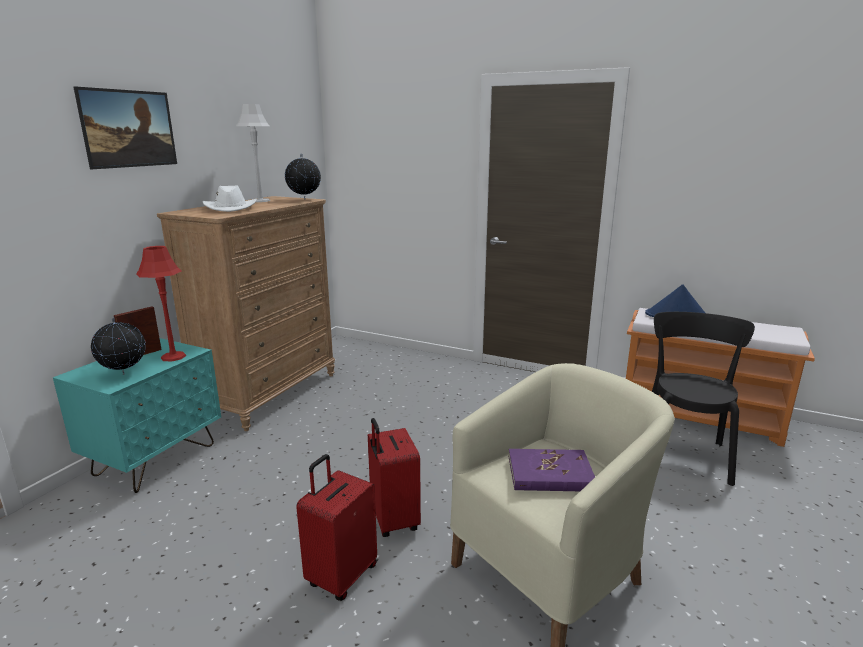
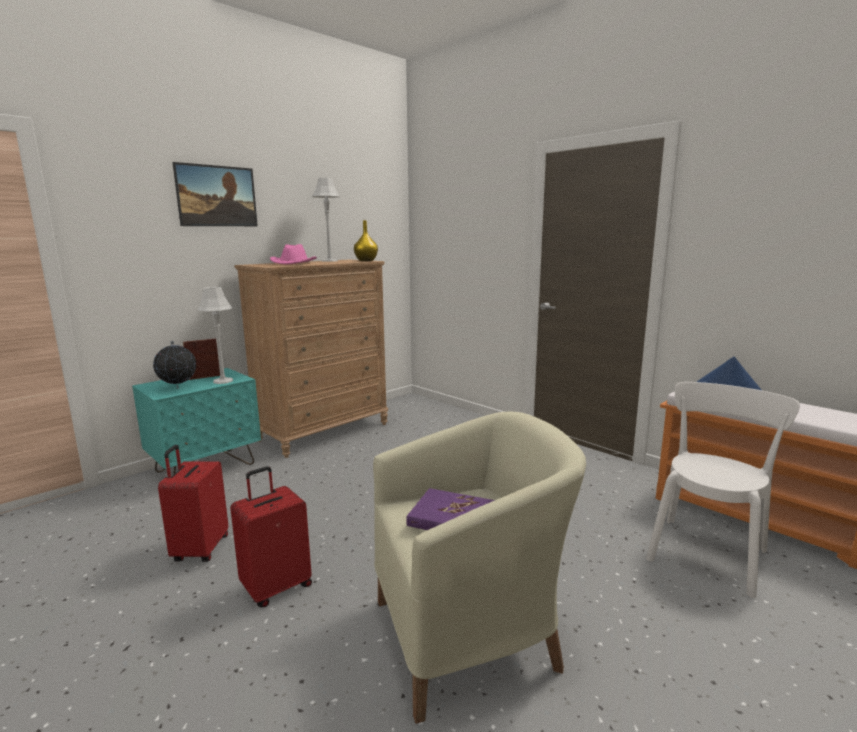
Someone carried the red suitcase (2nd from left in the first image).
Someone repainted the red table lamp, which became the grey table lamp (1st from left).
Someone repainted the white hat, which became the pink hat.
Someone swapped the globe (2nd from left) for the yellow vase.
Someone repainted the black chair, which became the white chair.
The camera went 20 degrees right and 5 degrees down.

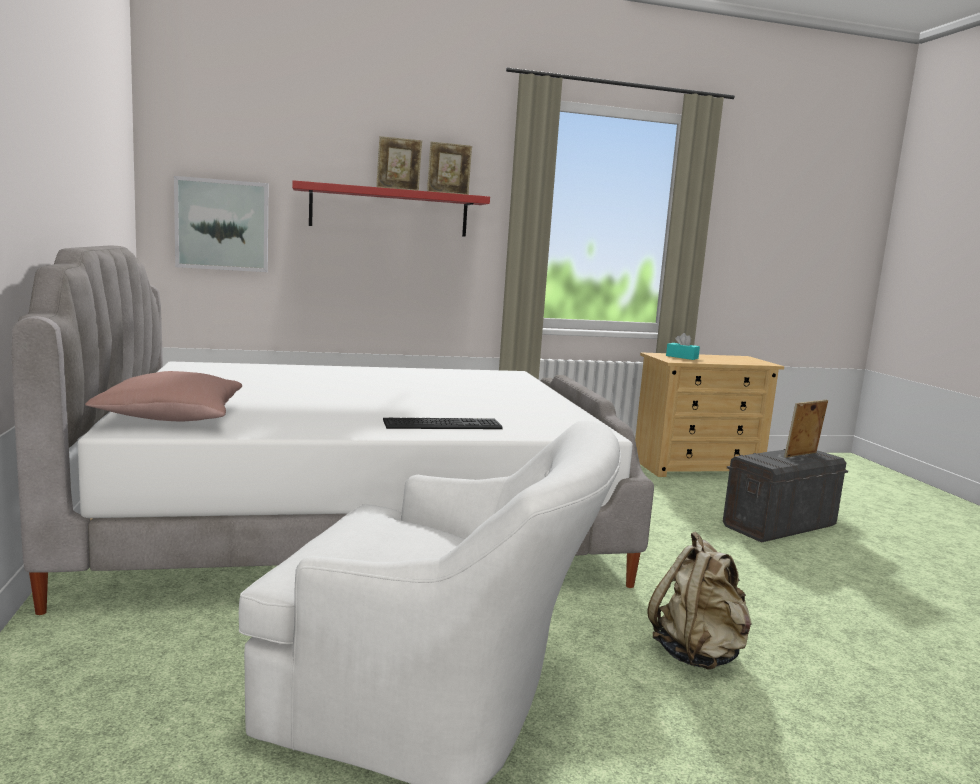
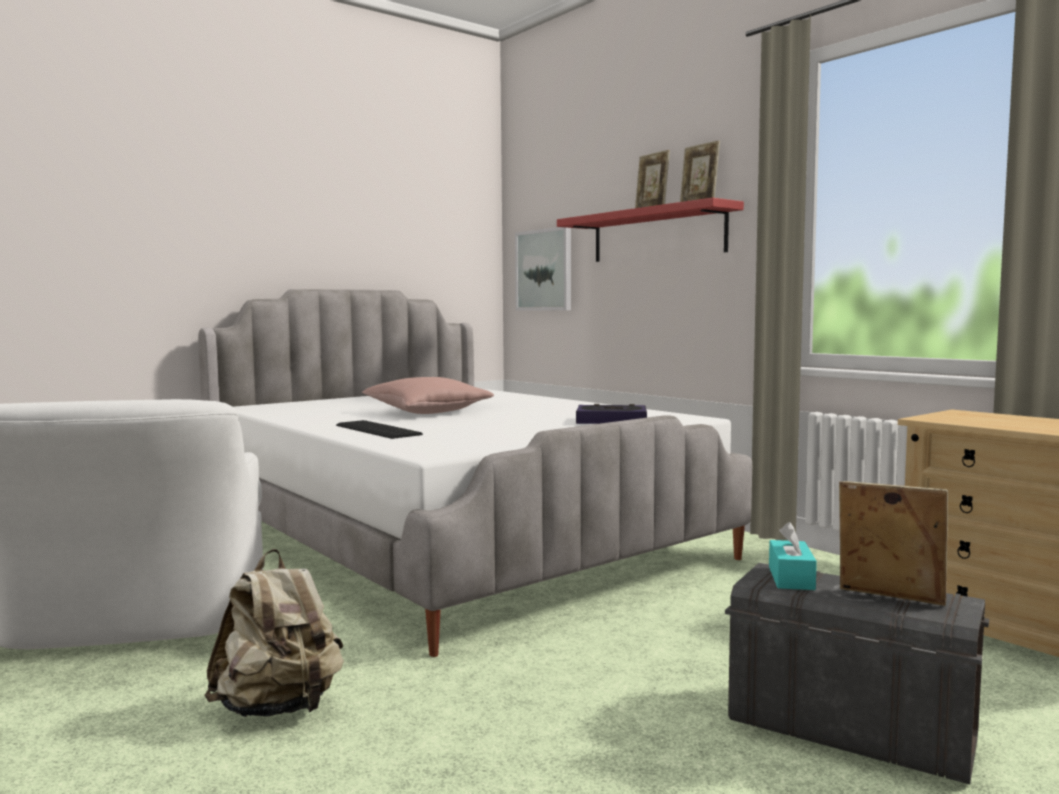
Someone carried the pink pillow.
Someone put down the book.
Someone carried the turquoise tissue box.
The camera went 65 degrees right and 5 degrees down.

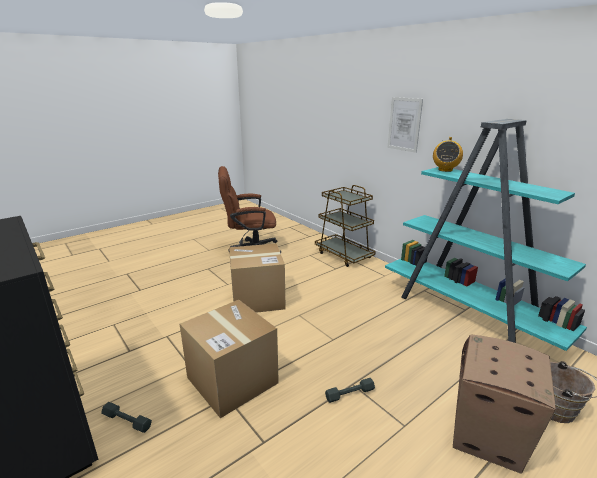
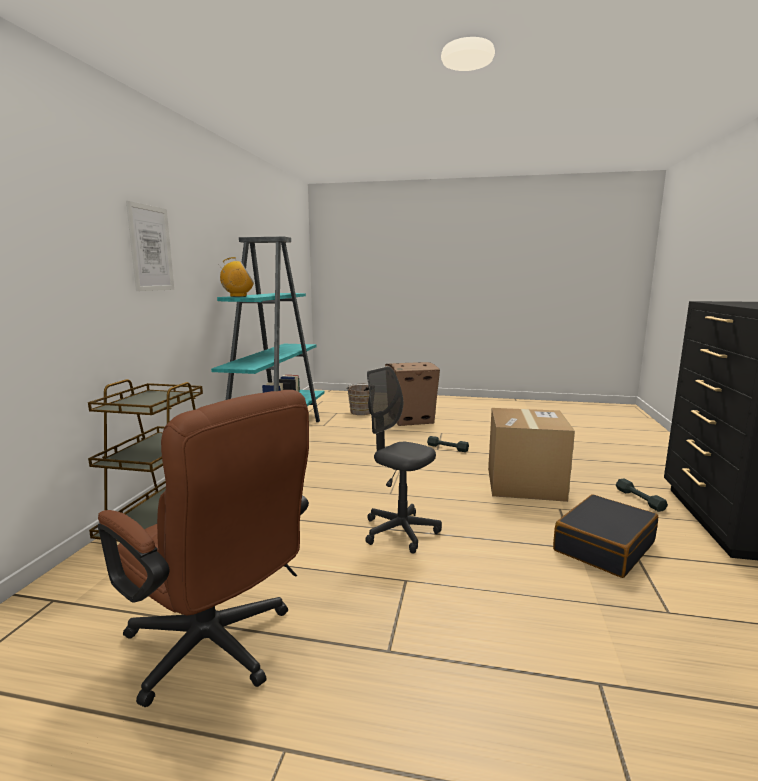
Someone swapped the cardboard box (2nd from left) for the grey office chair.
Someone put down the black suitcase.
The camera went 130 degrees left and 10 degrees down.

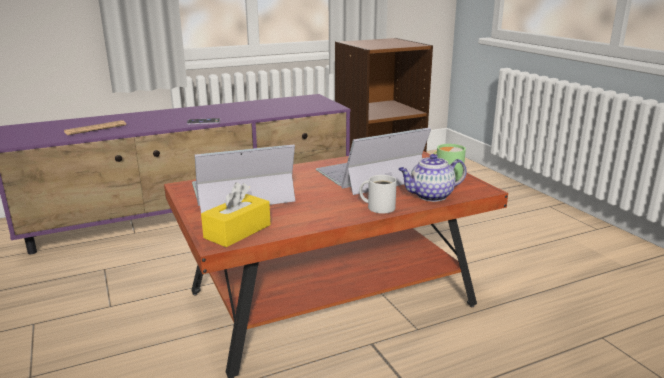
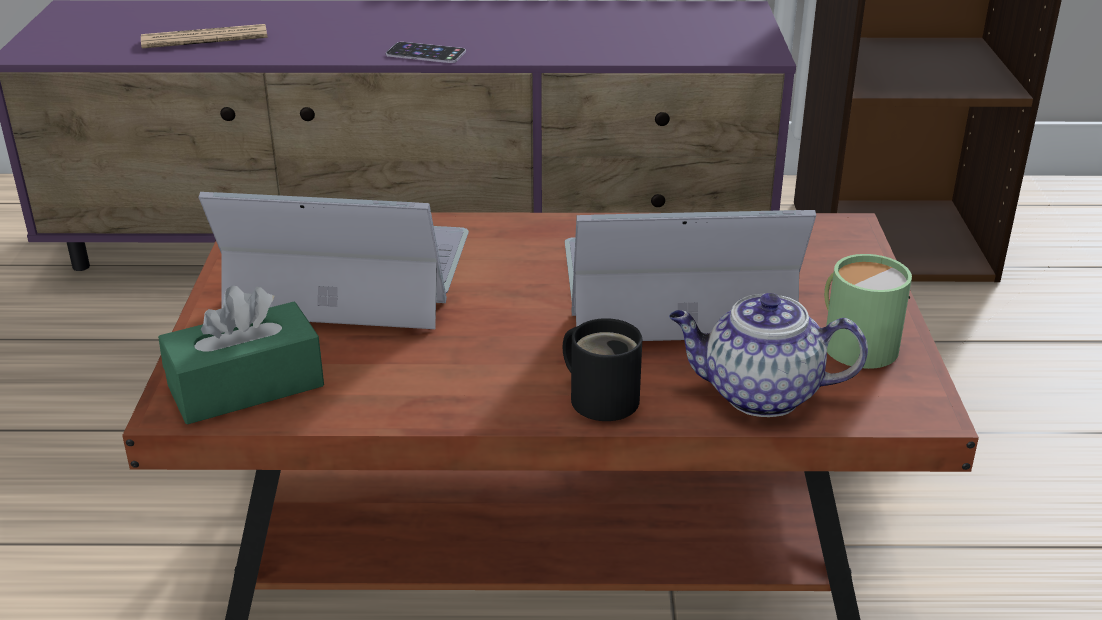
Someone repainted the yellow tissue box, which became the green tissue box.
Someone repainted the white mug, which became the black mug.
The camera went 25 degrees right and 10 degrees up.

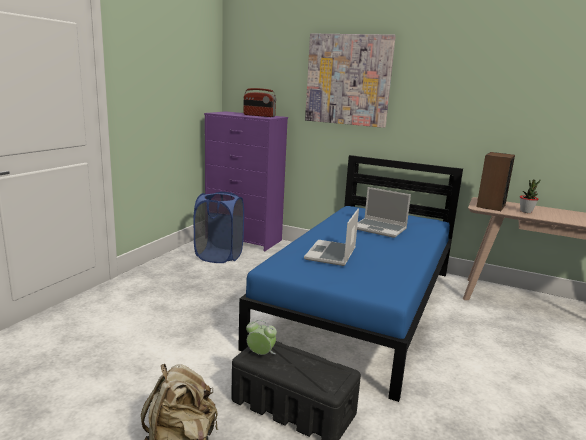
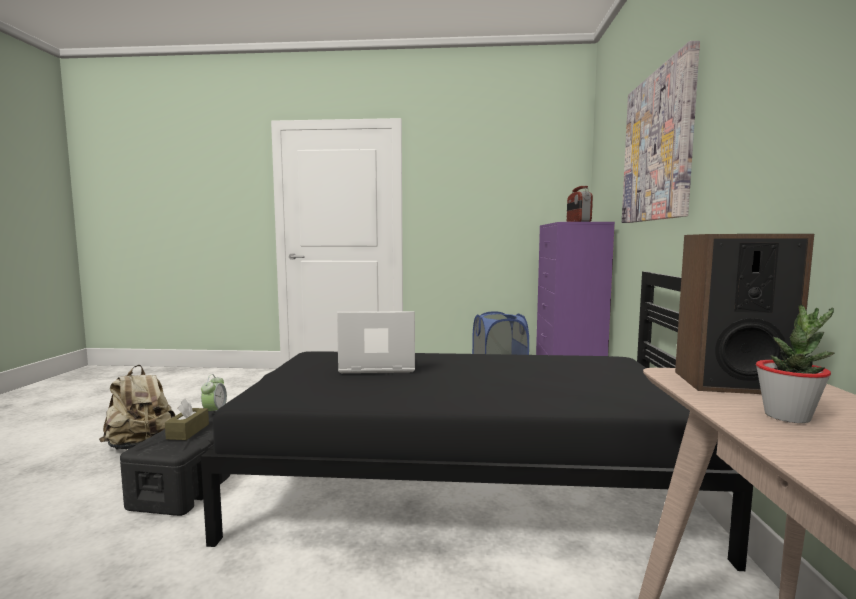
Someone put down the brown tissue box.
Someone repainted the blue bed, which became the black bed.
Someone took away the laptop (2nd from left).
The camera went 70 degrees right and 10 degrees down.

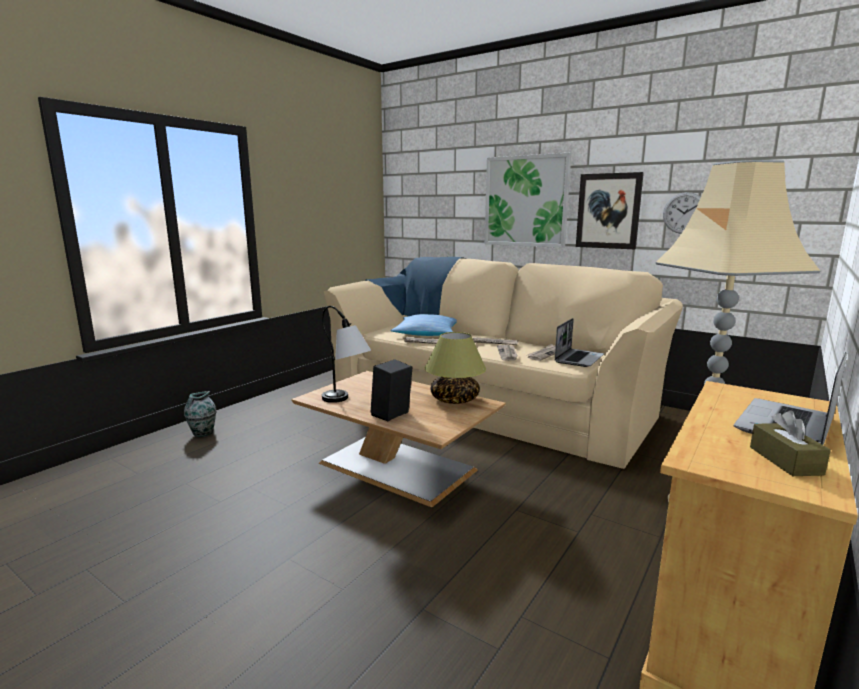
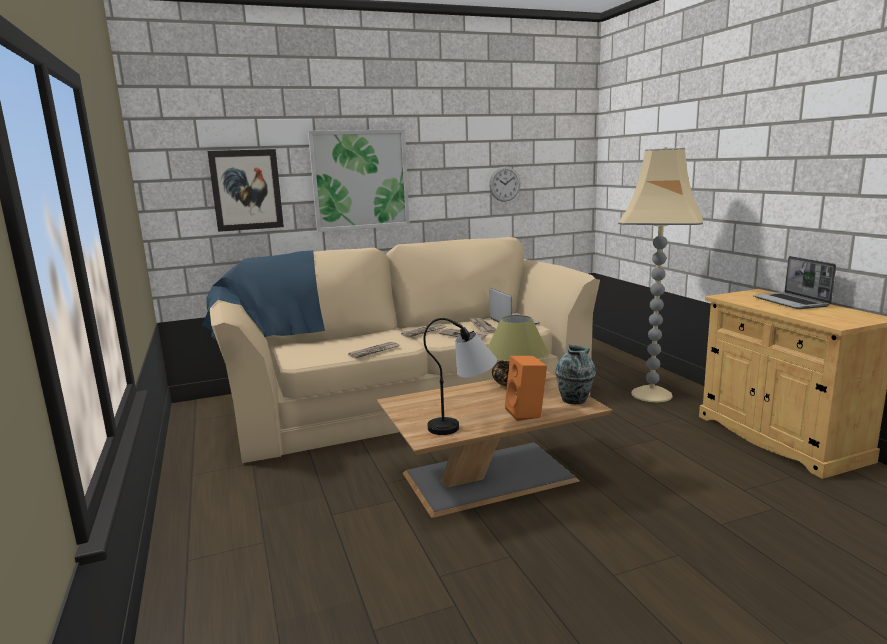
Someone carried the picture (2nd from left in the first image).
Someone repainted the black speaker, which became the orange speaker.
Someone carried the vase.
Someone took away the pillow.
Someone took away the brown tissue box.
The camera went 55 degrees left and 0 degrees up.

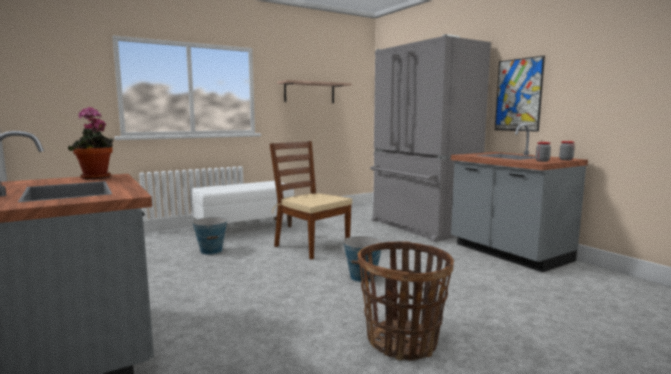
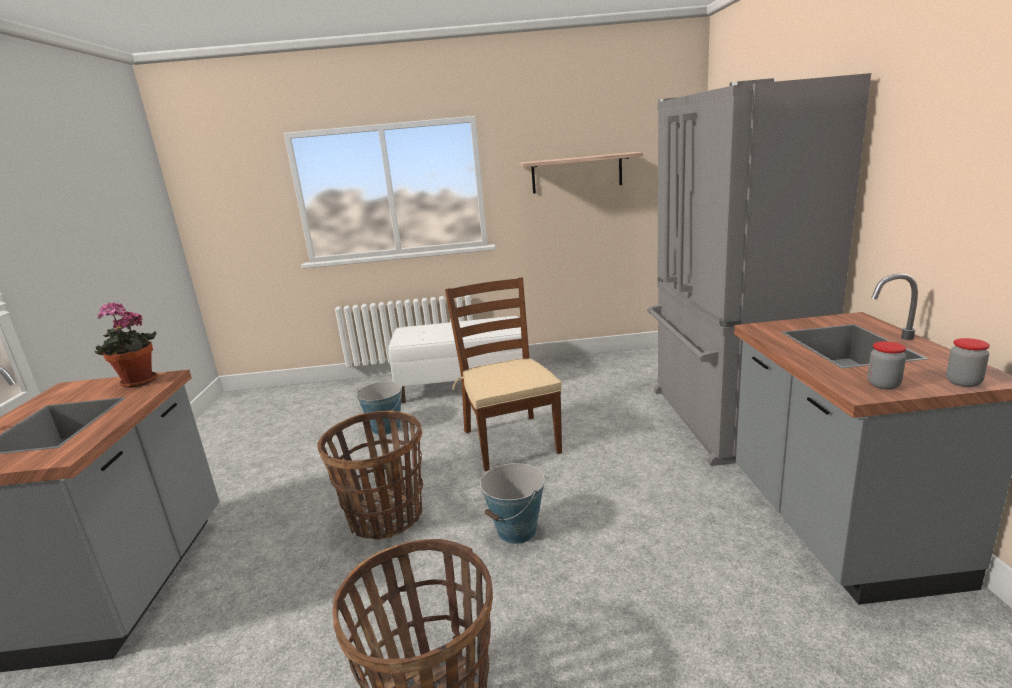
Someone put down the basket (1st from left).
Someone took away the picture.
The camera went 30 degrees right and 10 degrees up.

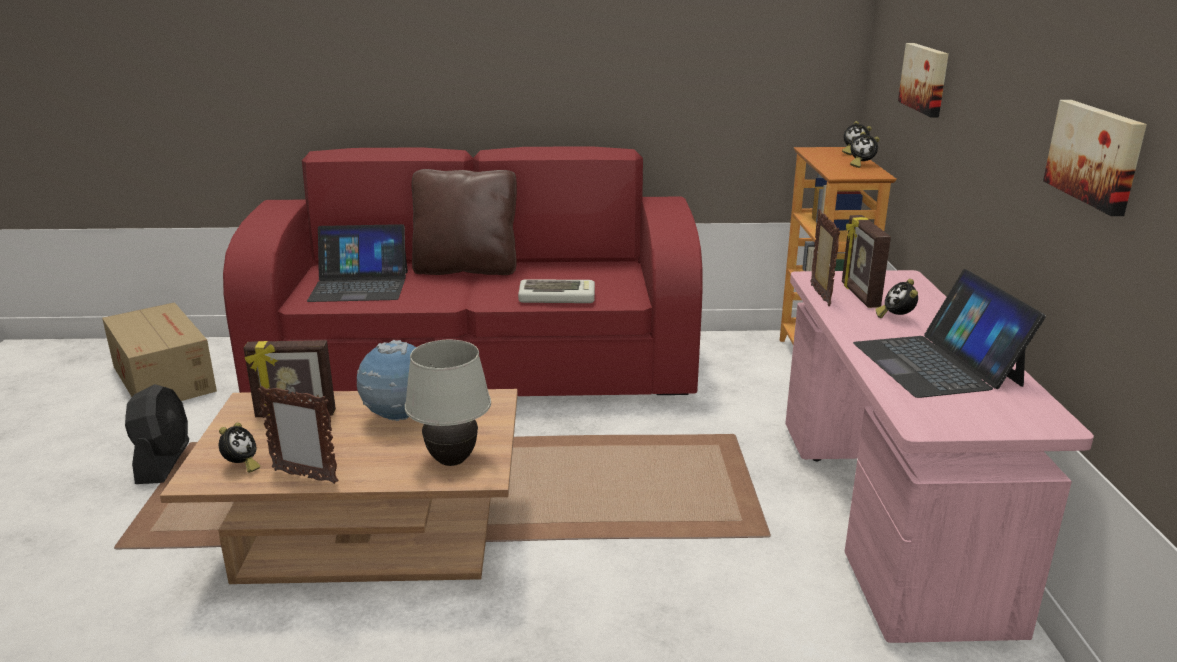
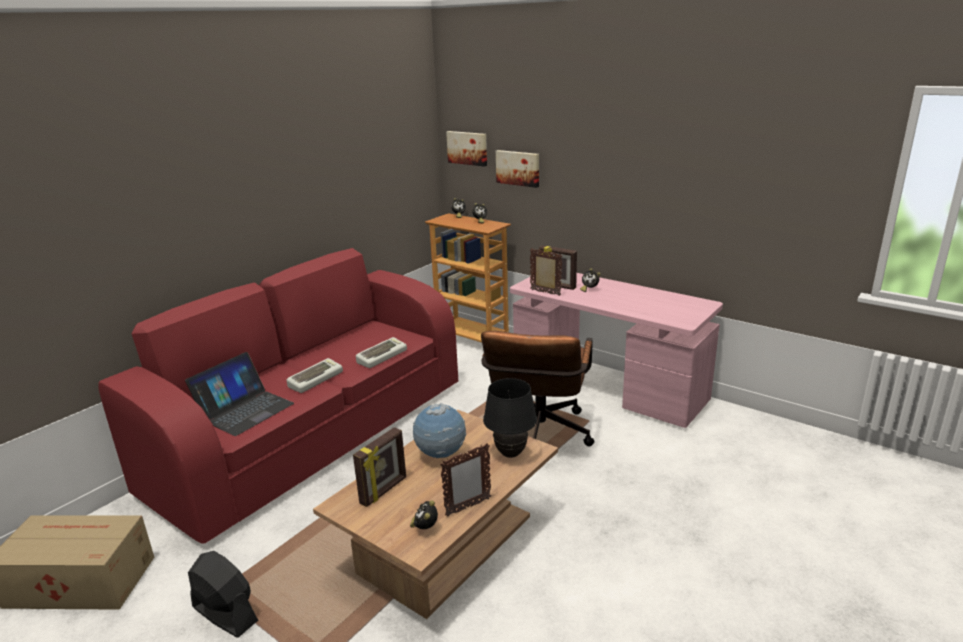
Someone put down the keyboard (1st from left).
Someone rotated the alarm clock (1st from left) by 135 degrees counterclockwise.
Someone carried the picture (2nd from left in the first image).
Someone put down the brown office chair.
Someone repainted the white table lamp, which became the black table lamp.
Someone took away the brown pillow.
Someone took away the laptop (2nd from left).
The camera went 50 degrees left and 0 degrees up.

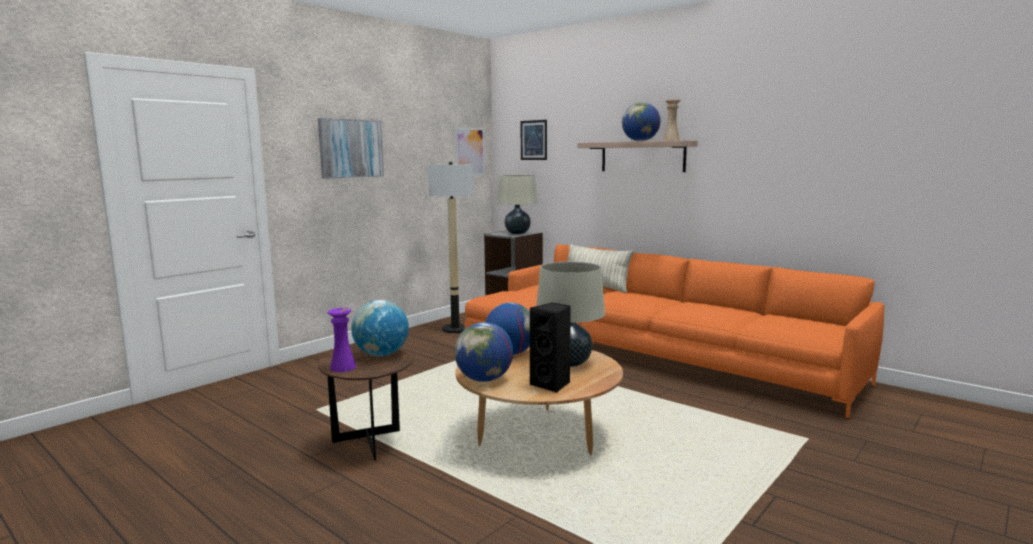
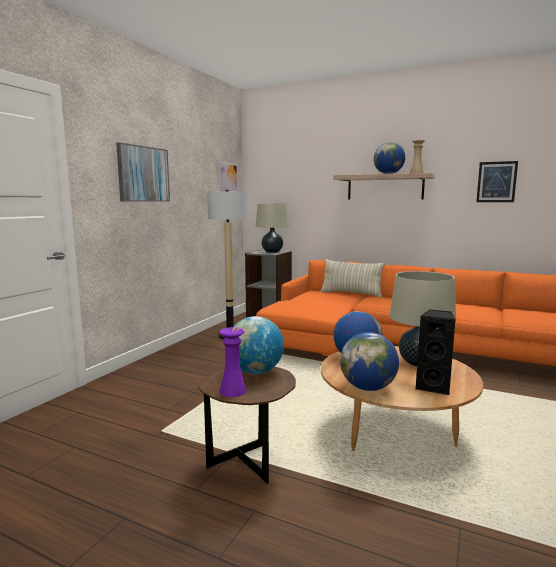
Someone carried the picture (3rd from left).
The camera went 15 degrees left and 0 degrees up.

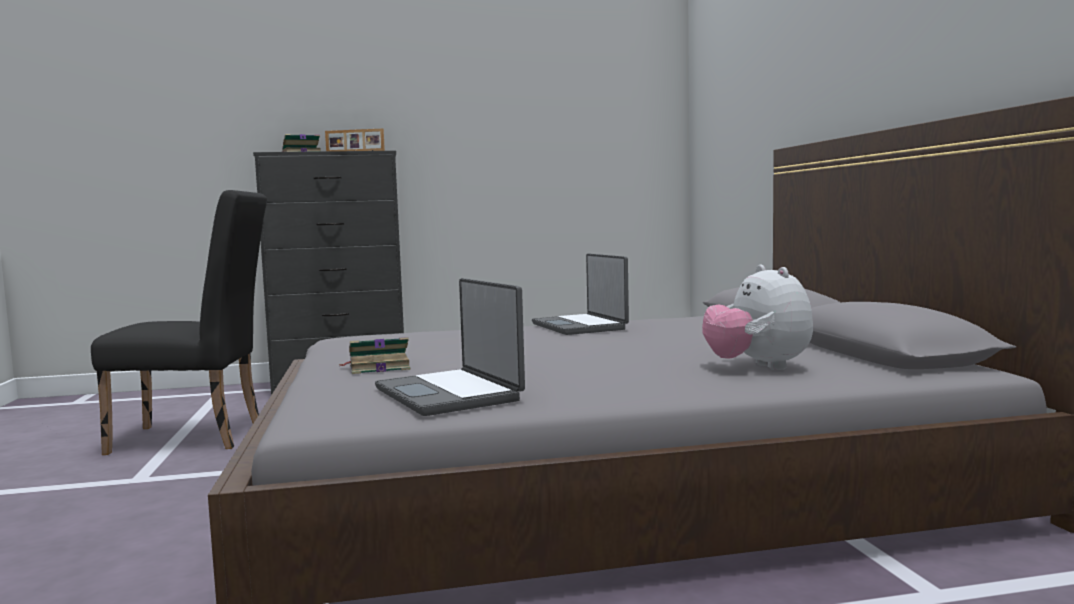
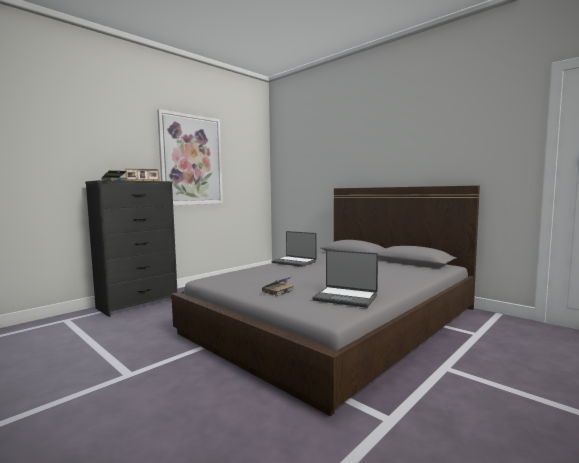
Someone put up the picture.
Someone took away the black chair.
Someone took away the plush toy.
The camera went 35 degrees left and 0 degrees up.

